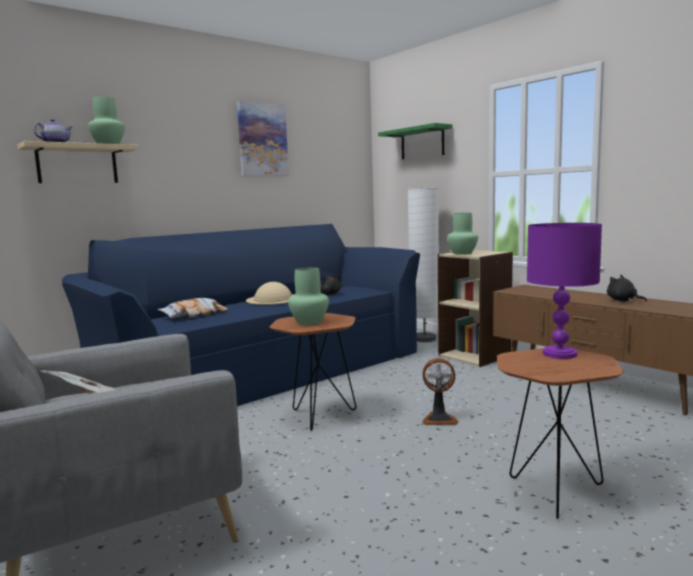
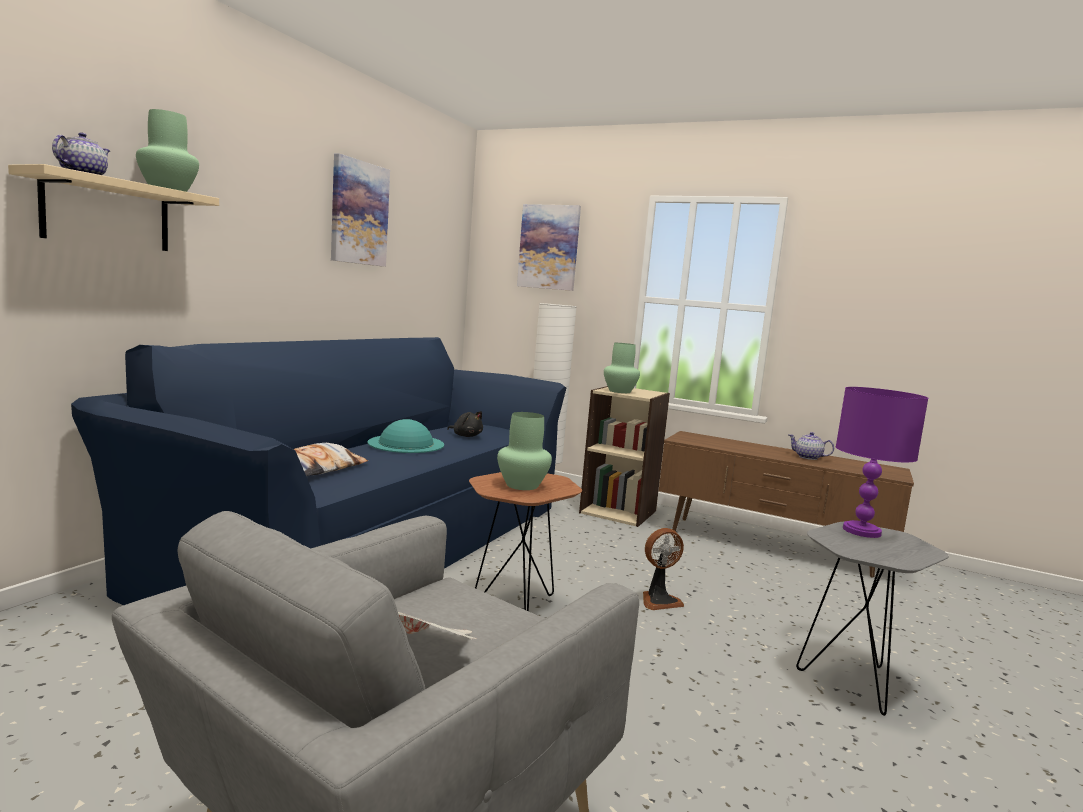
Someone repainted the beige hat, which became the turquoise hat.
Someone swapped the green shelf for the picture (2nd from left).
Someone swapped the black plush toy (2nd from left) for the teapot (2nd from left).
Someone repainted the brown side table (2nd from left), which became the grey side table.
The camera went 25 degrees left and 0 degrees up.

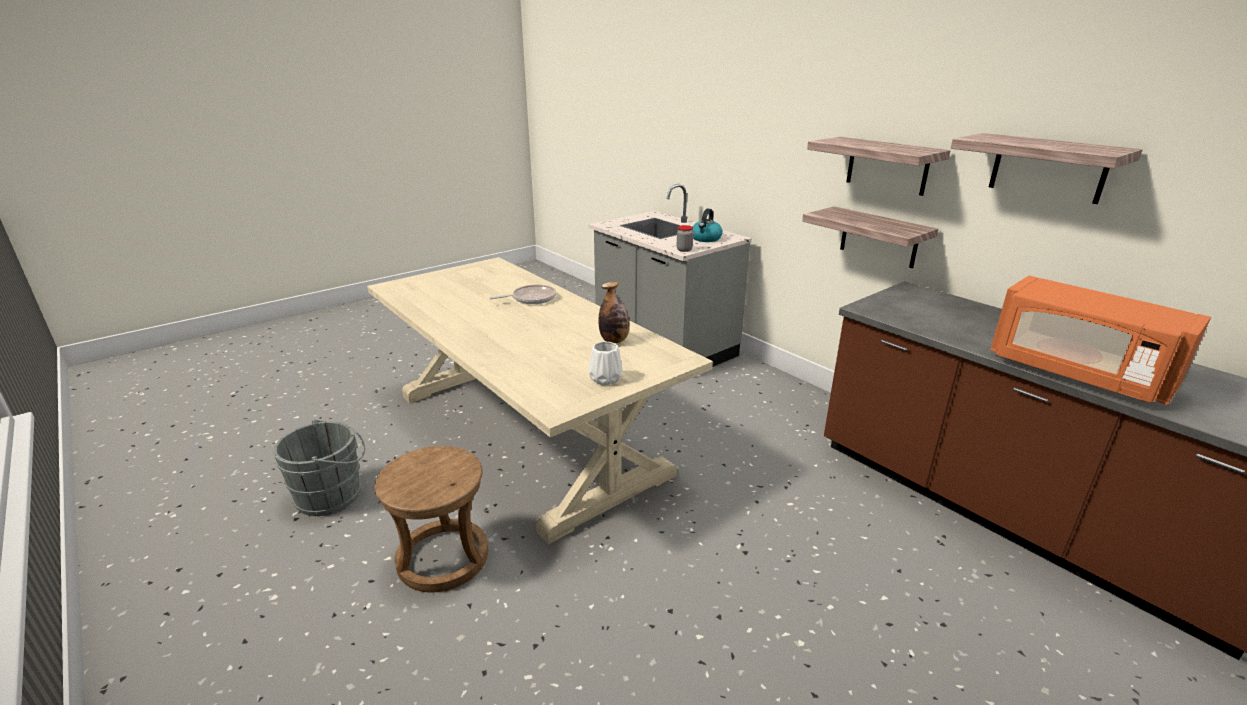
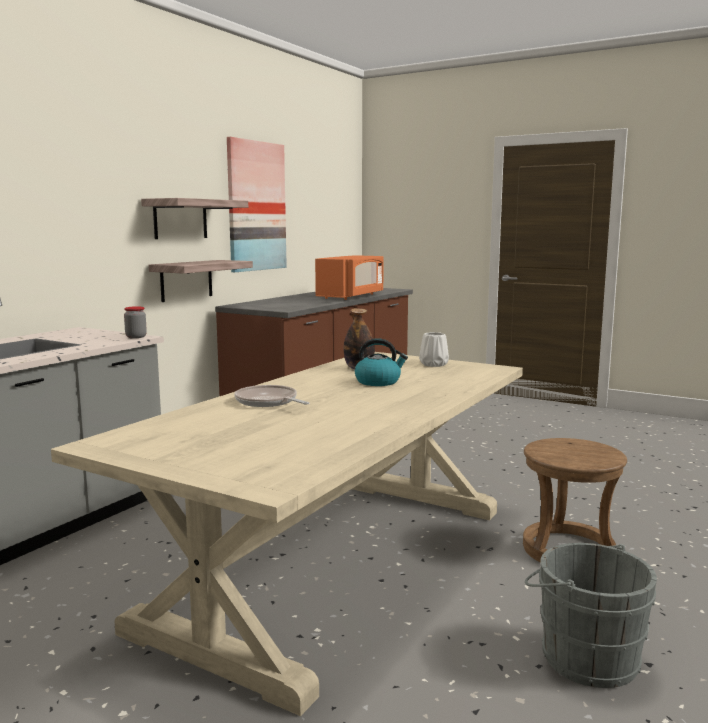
Someone swapped the shelf (3rd from left) for the picture.
Someone carried the kettle.
The camera went 110 degrees left and 15 degrees down.

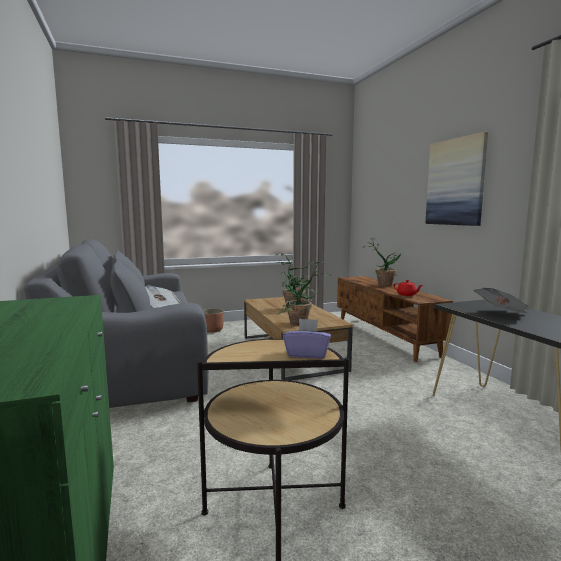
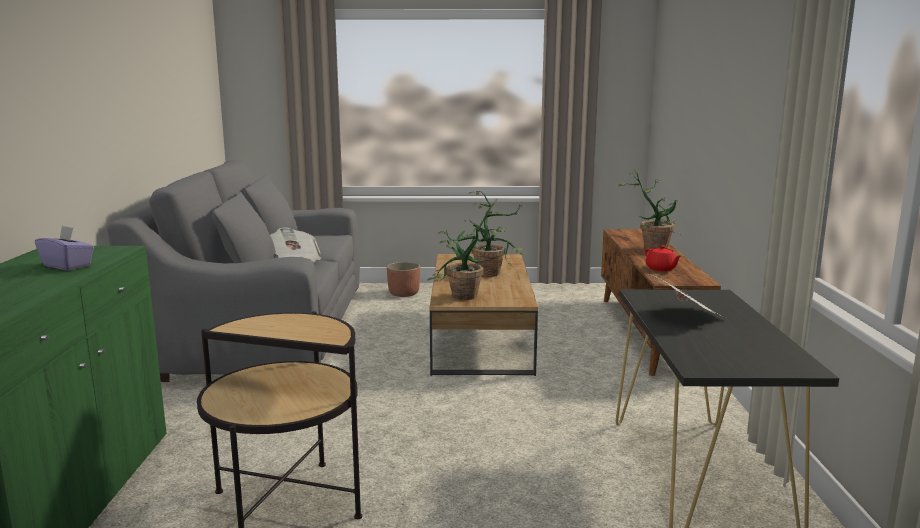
Someone carried the purple tissue box.
Someone took away the picture.
The camera went 20 degrees right and 5 degrees up.

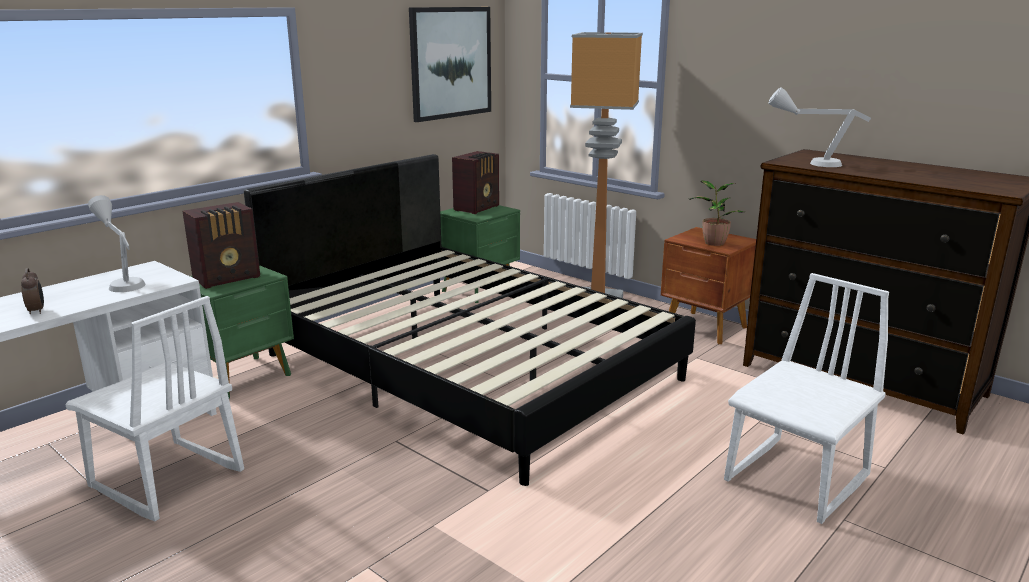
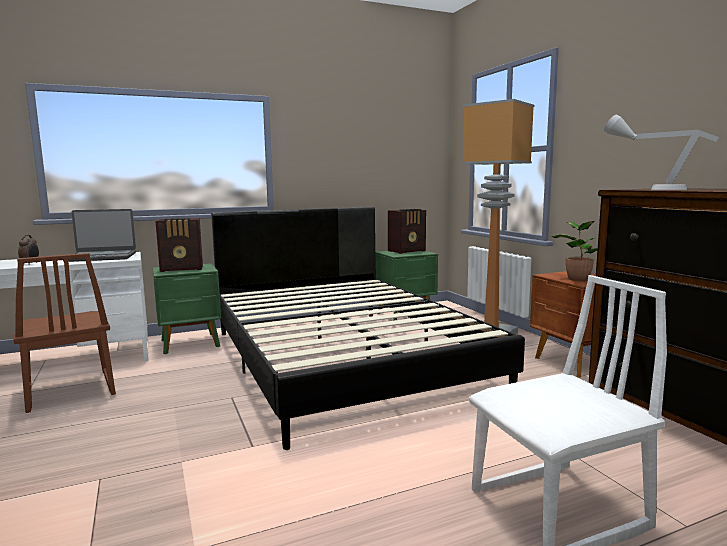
Someone repainted the white chair (1st from left), which became the brown chair.
Someone swapped the grey table lamp (1st from left) for the laptop.
Someone took away the picture.
The camera went 25 degrees right and 10 degrees down.

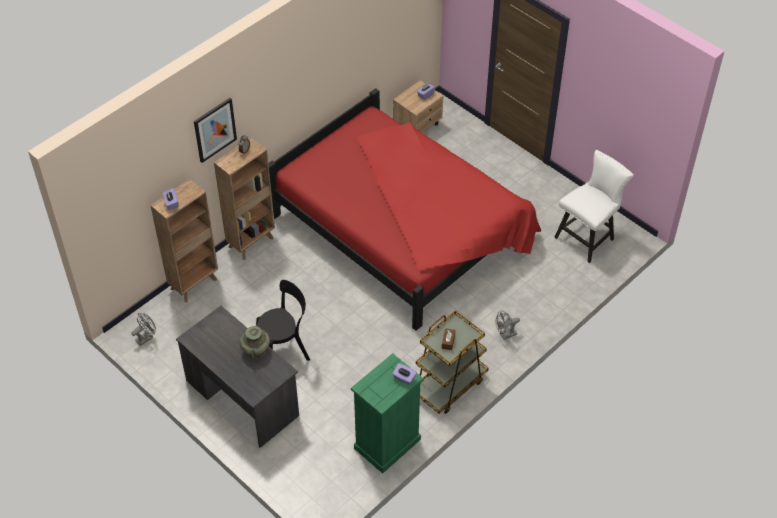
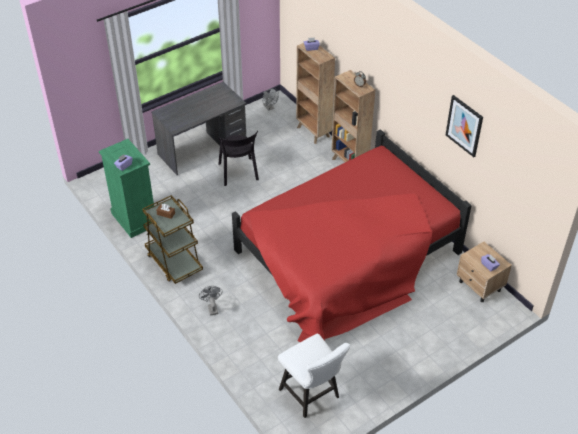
Someone carried the picture.
Someone took away the turquoise vase.
The camera went 100 degrees right and 5 degrees down.

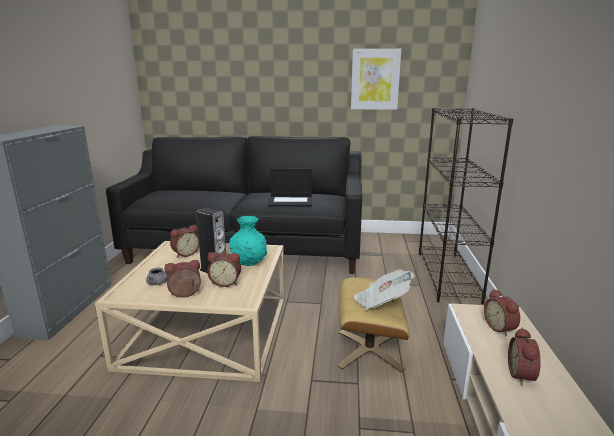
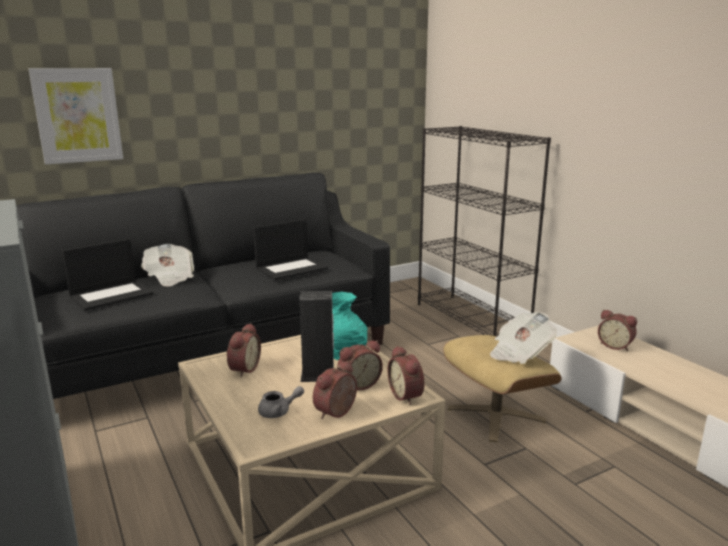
Someone carried the picture.
Someone put down the laptop (1st from left).
Someone put down the newspaper (1st from left).
Someone carried the alarm clock (5th from left in the first image).
The camera went 35 degrees left and 0 degrees up.

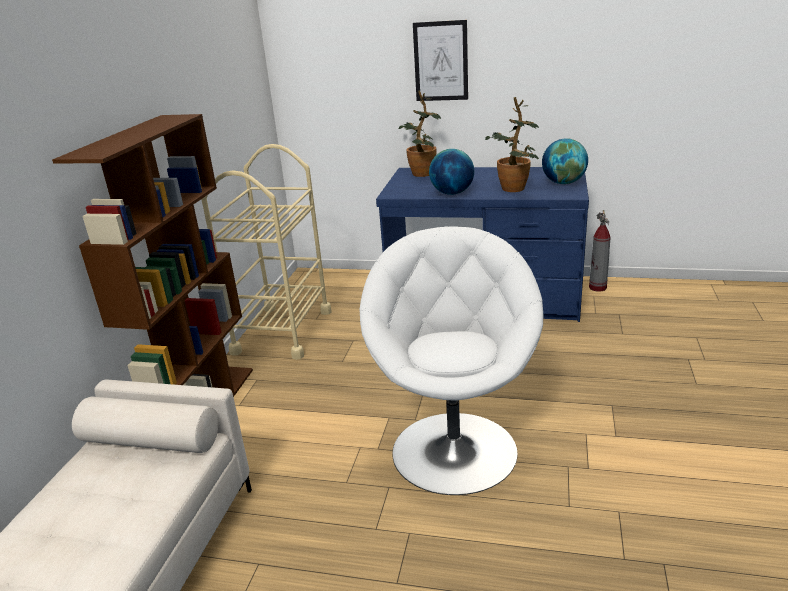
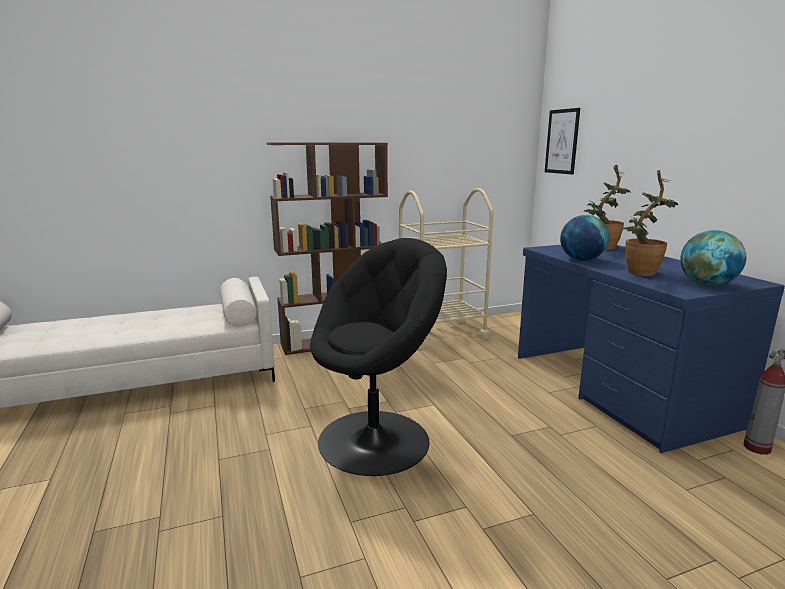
Someone repainted the white armchair, which became the black armchair.
Someone carried the picture.
The camera went 55 degrees right and 10 degrees down.

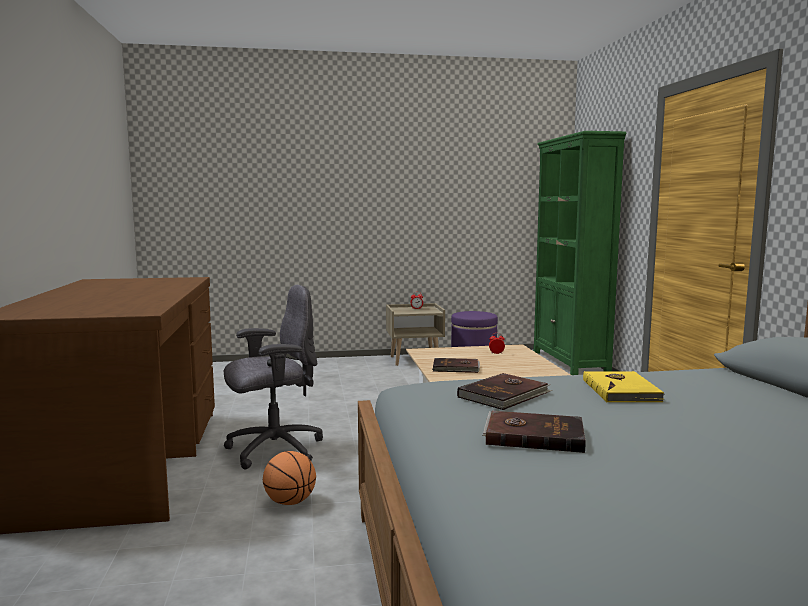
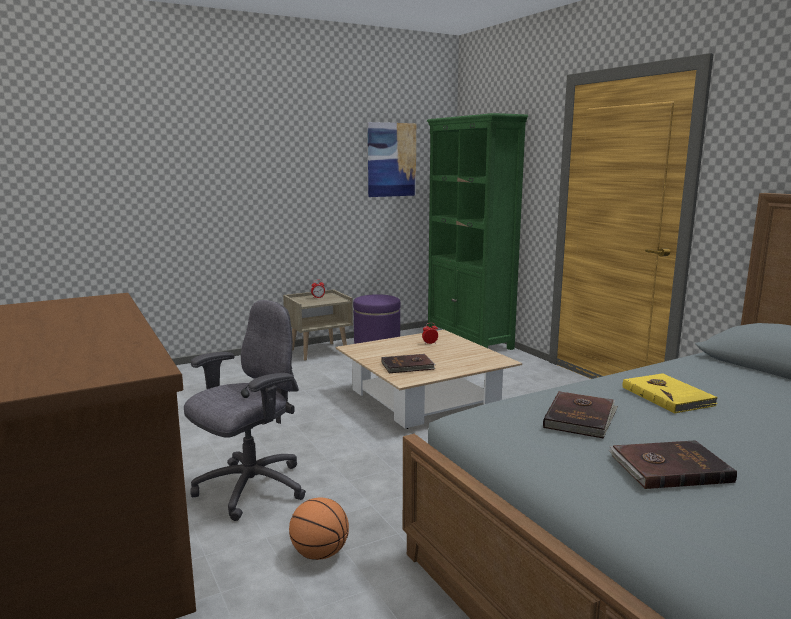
Someone put up the picture.
The camera went 20 degrees left and 5 degrees up.

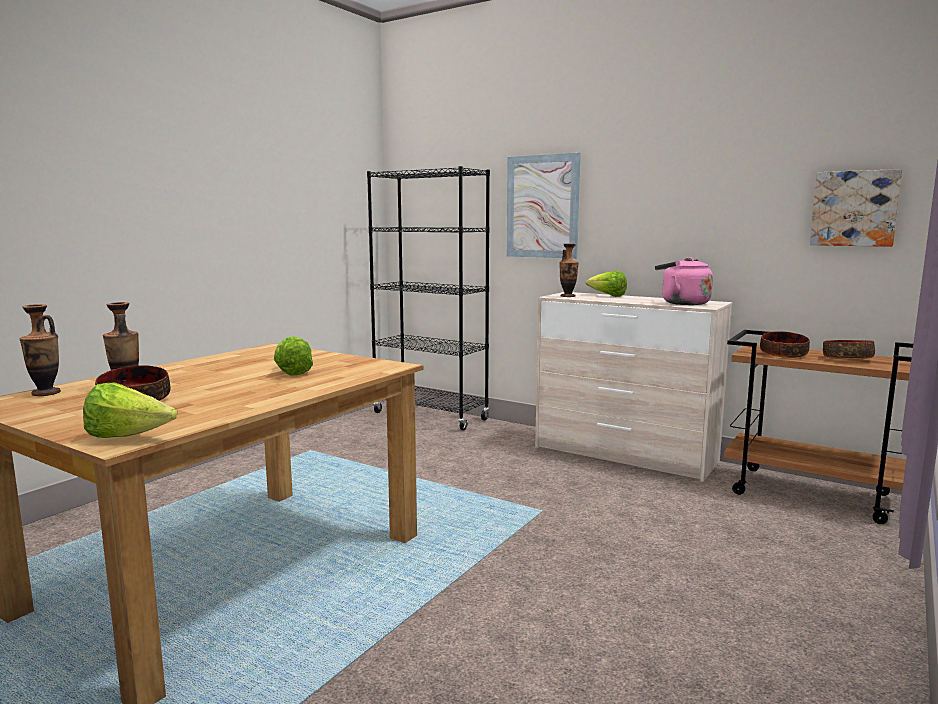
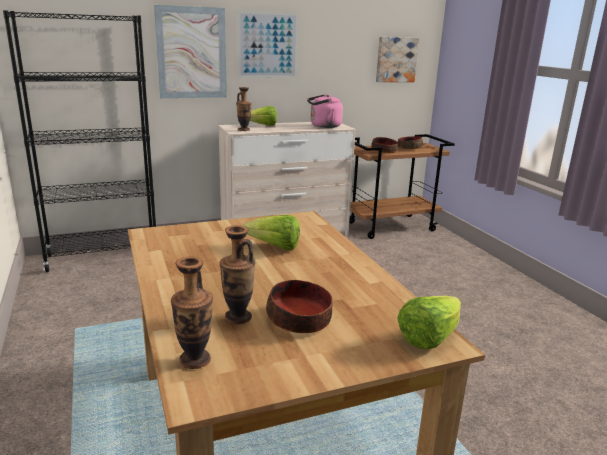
Someone put up the picture (2nd from left).
The camera went 55 degrees left and 10 degrees up.

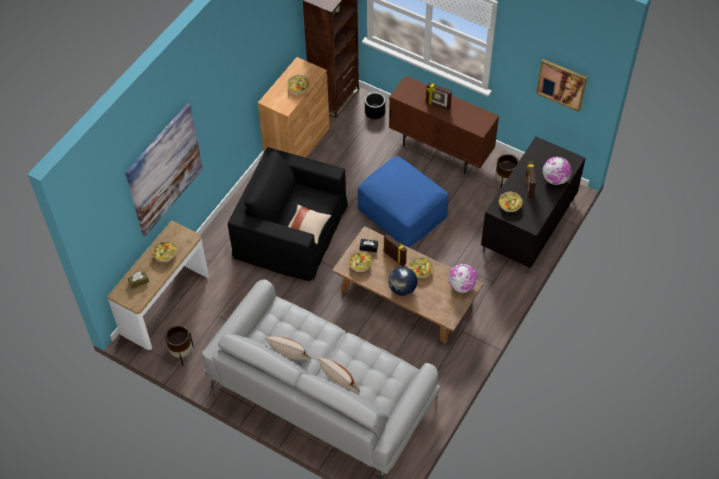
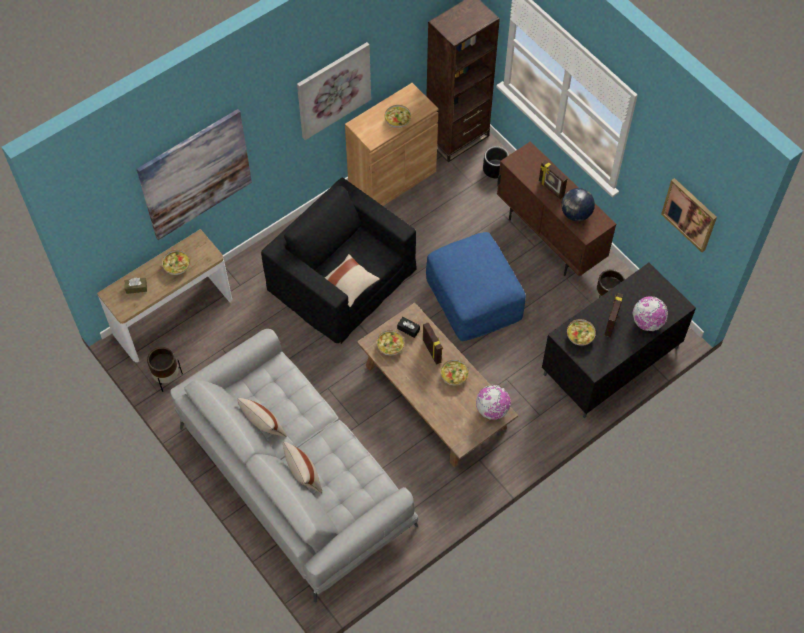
Someone put up the picture (2nd from left).
Someone carried the globe (1st from left in the first image).
The camera went 20 degrees right and 5 degrees up.

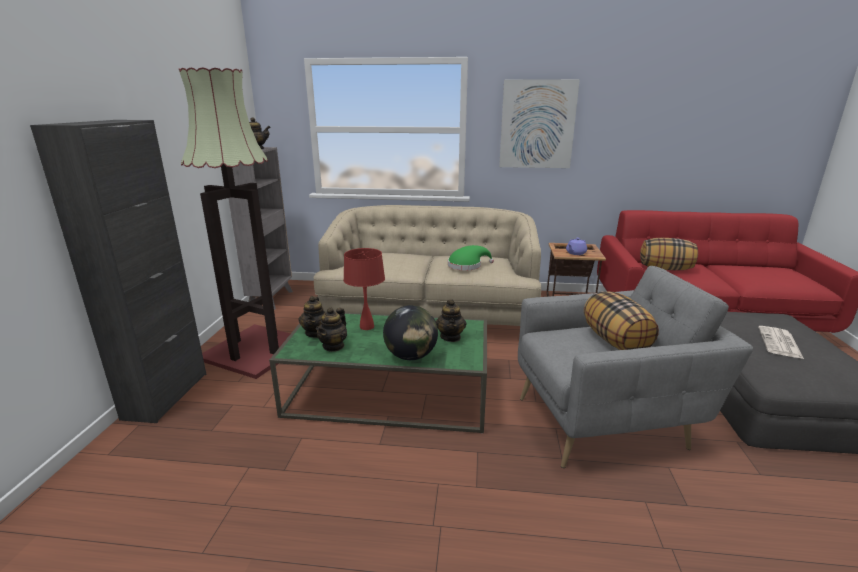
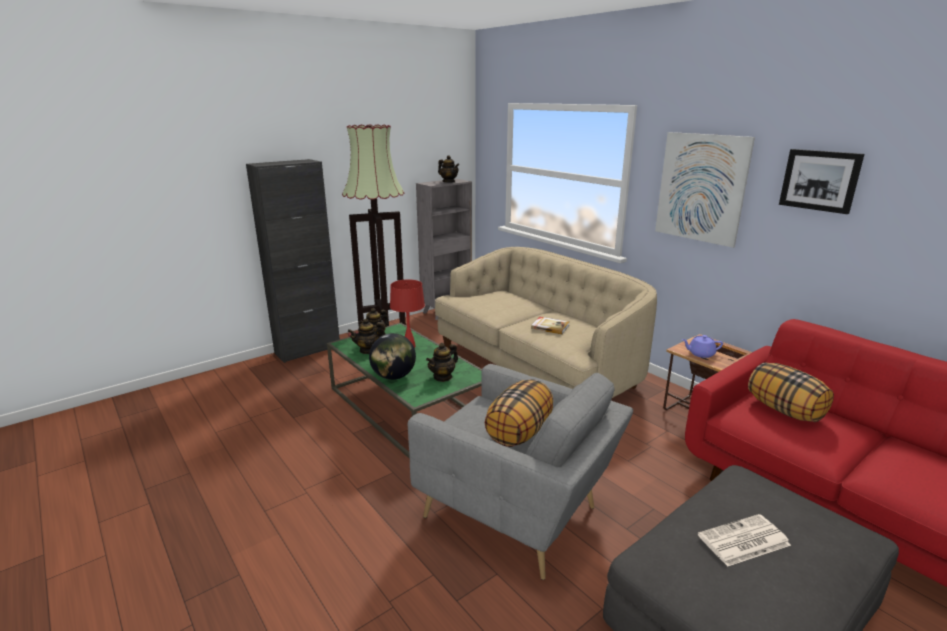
Someone swapped the green hat for the book.
Someone put up the picture (2nd from left).
The camera went 45 degrees right and 0 degrees up.

